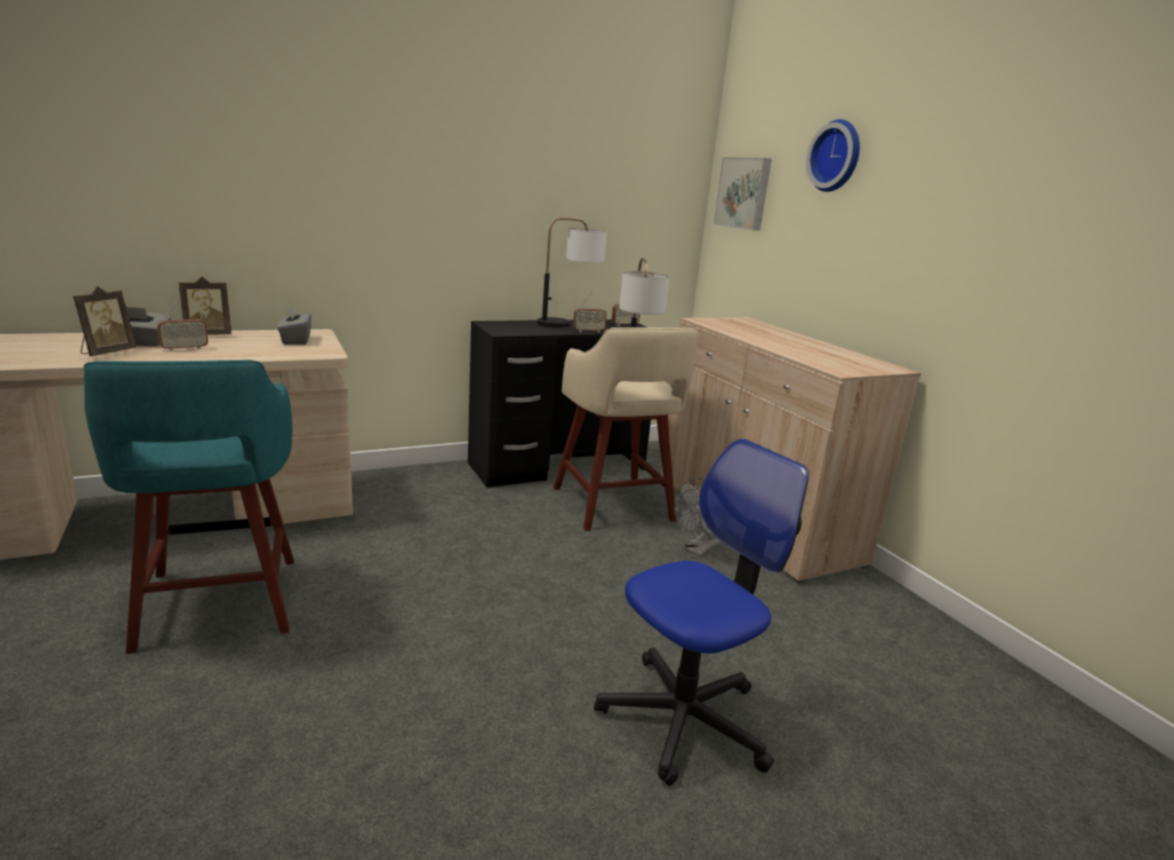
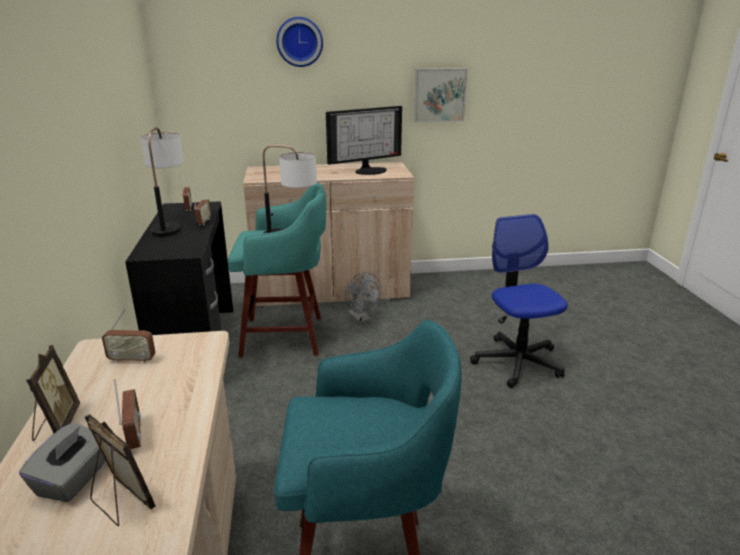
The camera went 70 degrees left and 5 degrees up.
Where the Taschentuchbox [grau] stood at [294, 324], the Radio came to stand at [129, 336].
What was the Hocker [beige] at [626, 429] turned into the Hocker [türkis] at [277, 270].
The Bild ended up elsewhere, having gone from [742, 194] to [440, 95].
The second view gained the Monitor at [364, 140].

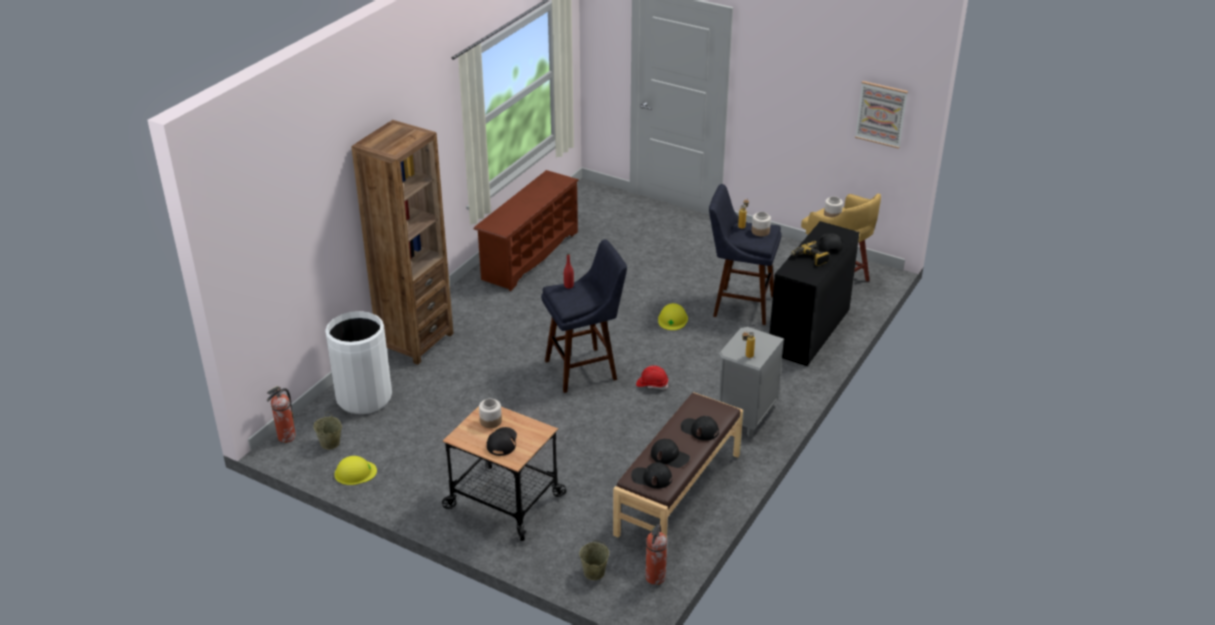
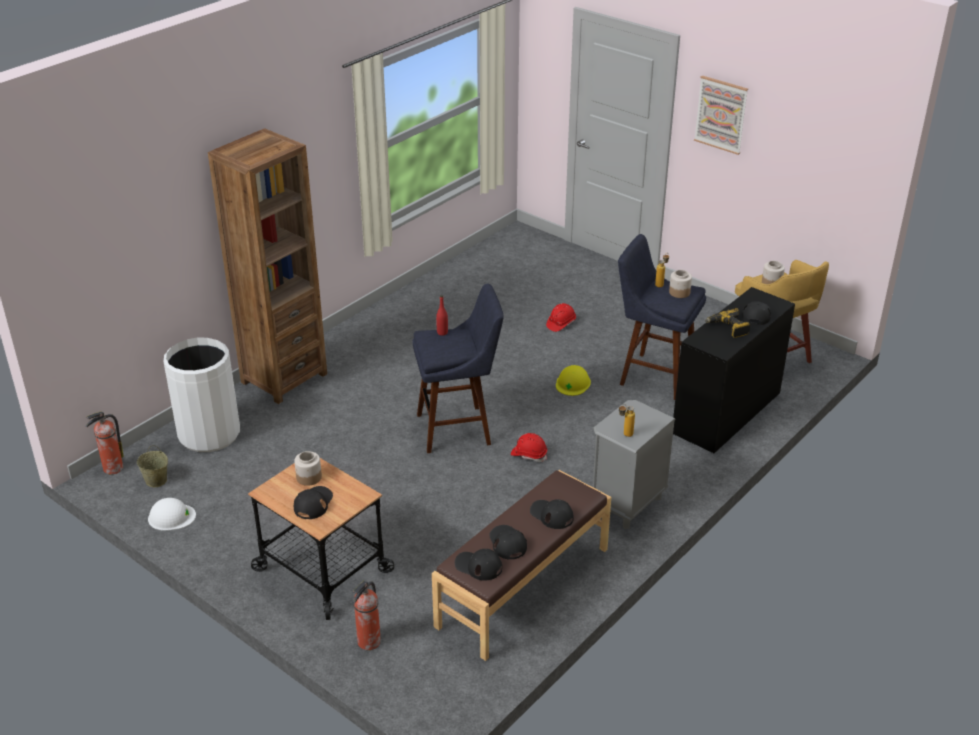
The camera went 10 degrees right and 0 degrees up.
What was the Schutzhelm [gelb] at [355, 470] turned into the Schutzhelm [weiß] at [172, 514].
The second view lost the Schuhregal [braun] at [526, 230].
The second view lost the Eimer [beige] at [594, 560].
The Feuerlöscher ended up elsewhere, having gone from [656, 554] to [367, 615].
The Kappe [schwarz] at [670, 453] ended up facing another way, 150 degrees counterclockwise from before.
The Bild ended up elsewhere, having gone from [881, 115] to [721, 115].
The second view gained the Schutzhelm [rot] at [561, 317].

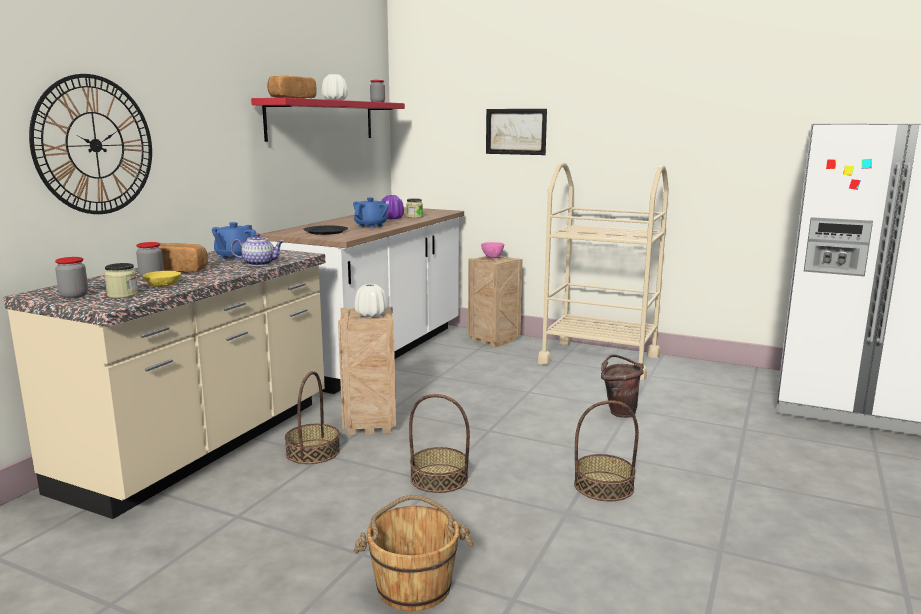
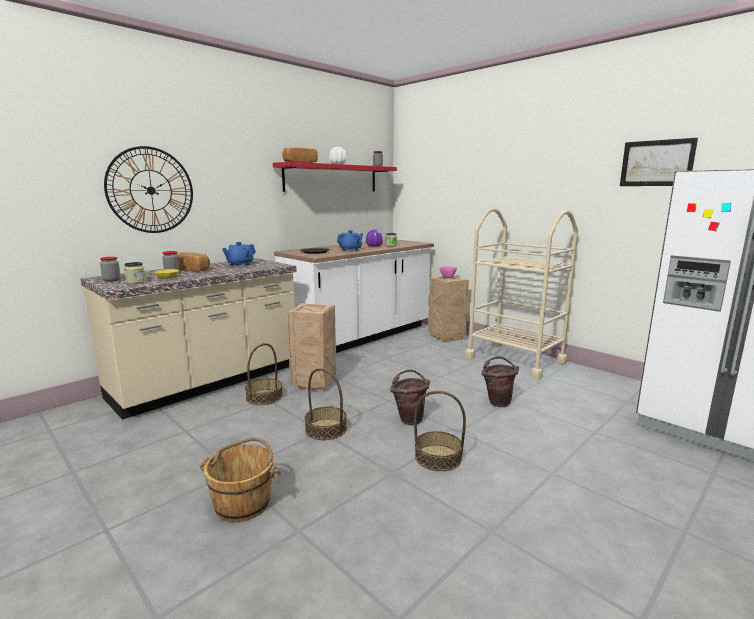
The camera went 20 degrees right and 0 degrees up.
The second view lost the Teekanne at [257, 249].
The second view lost the Vase [weiß] at [371, 300].
The Bild ended up elsewhere, having gone from [516, 132] to [659, 162].
The second view gained the Eimer [braun] at [410, 397].

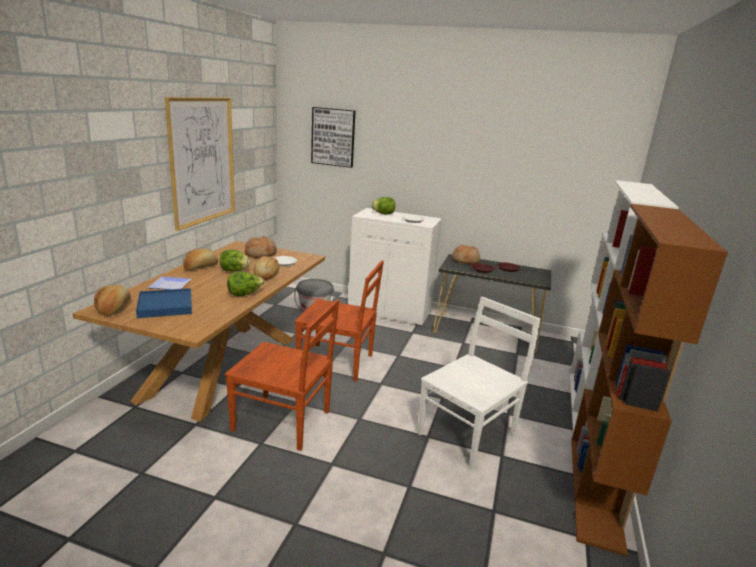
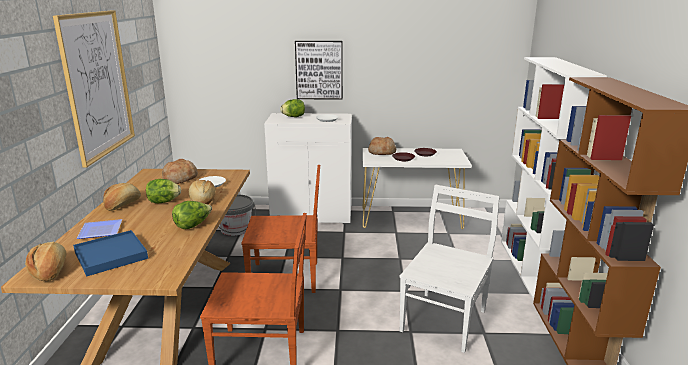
The camera went 15 degrees left and 0 degrees up.
The Bild ended up elsewhere, having gone from [333, 137] to [319, 70].
What was the Konsolentisch [schwarz] at [492, 303] turned into the Konsolentisch [weiß] at [417, 188].

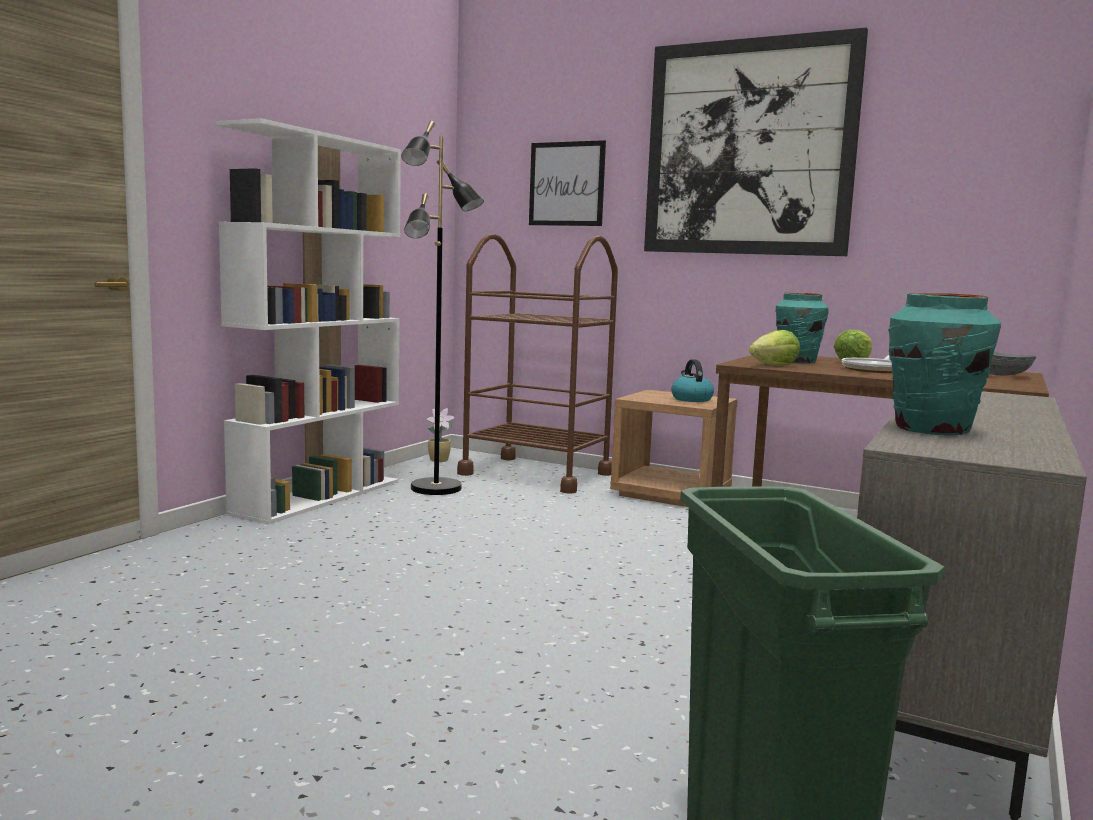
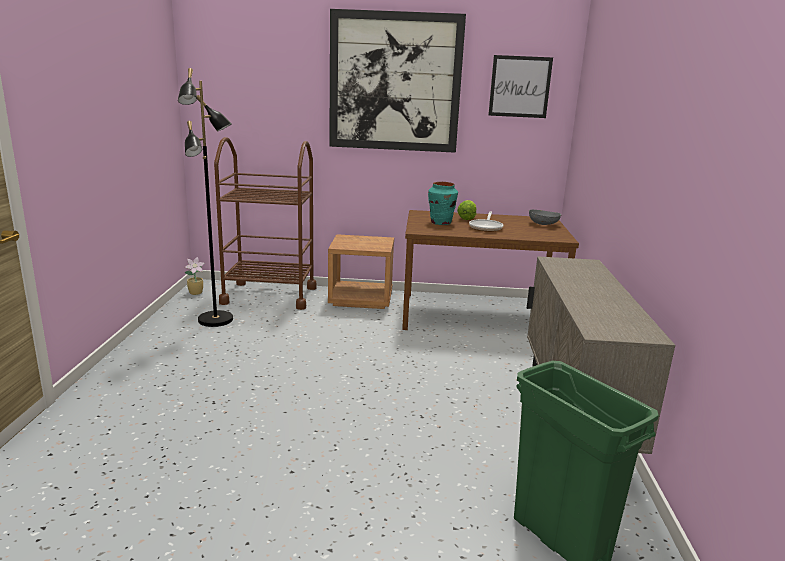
The camera went 25 degrees left and 10 degrees up.
The second view lost the Bücherregal [weiß] at [308, 321].
The Bild ended up elsewhere, having gone from [567, 183] to [520, 86].
The second view lost the Wasserkessel at [692, 380].
The second view lost the Salatkopf at [774, 348].
The second view lost the Vase [türkis] at [944, 364].

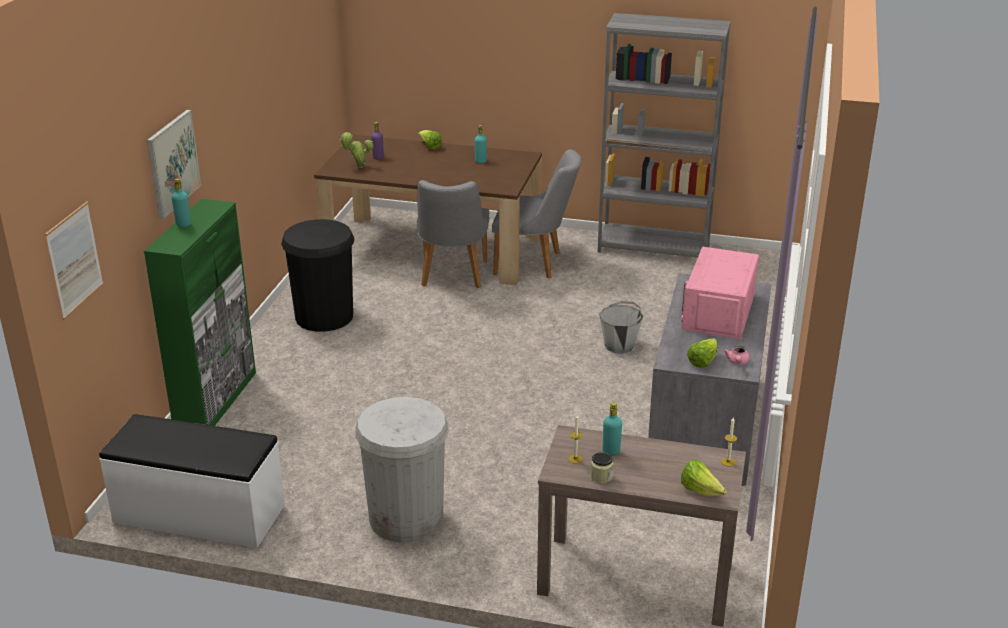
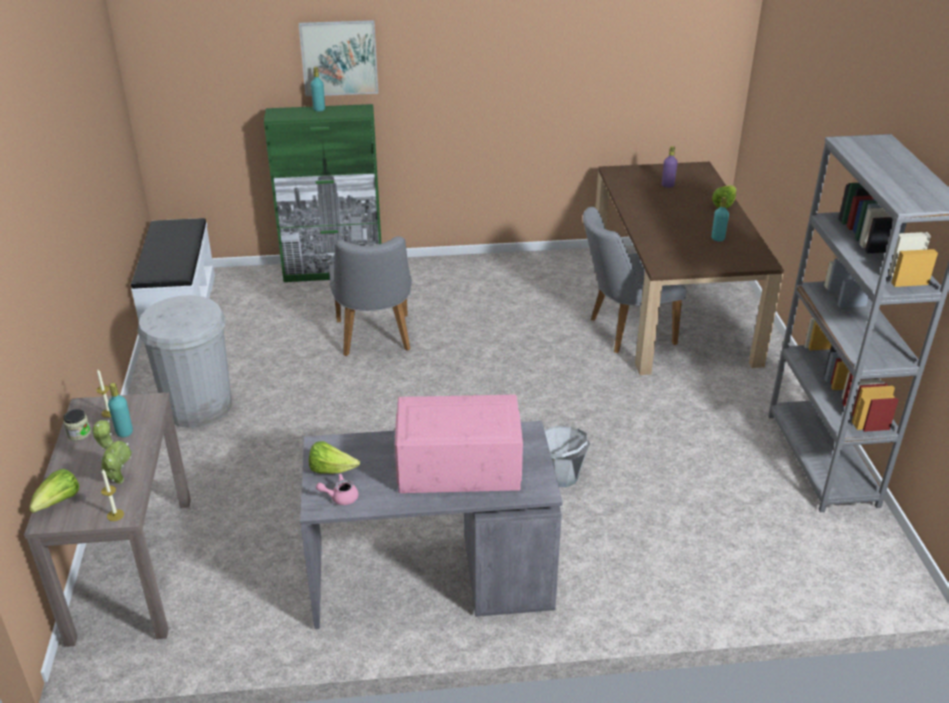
The camera went 70 degrees right and 5 degrees up.
The second view lost the Bild at [74, 260].
The second view lost the Mülleimer [schwarz] at [317, 275].
The Topfpflanze ended up elsewhere, having gone from [356, 150] to [112, 452].
The Stuhl [grau] ended up elsewhere, having gone from [536, 214] to [370, 296].

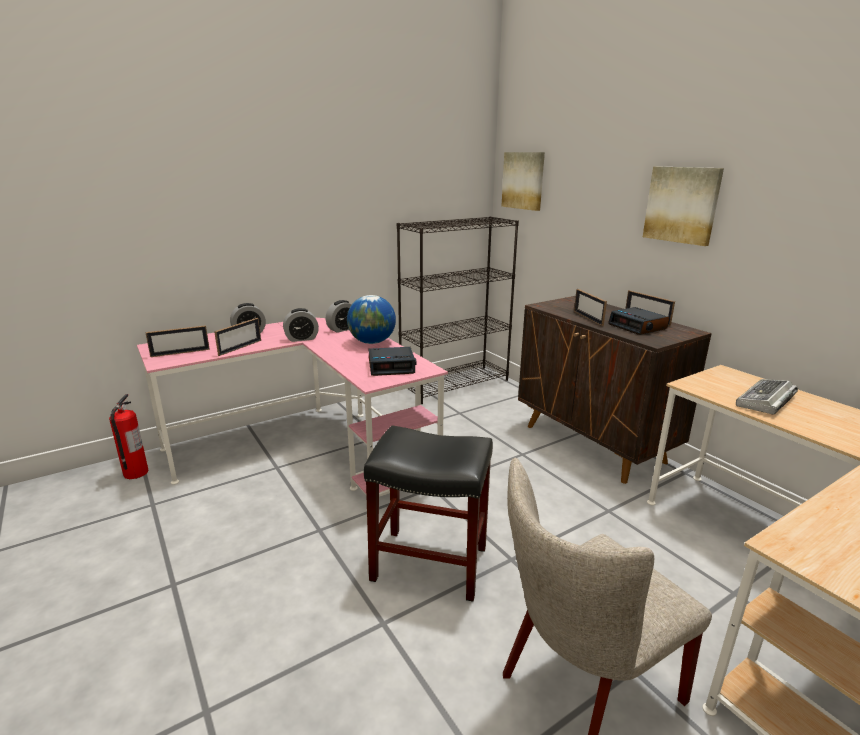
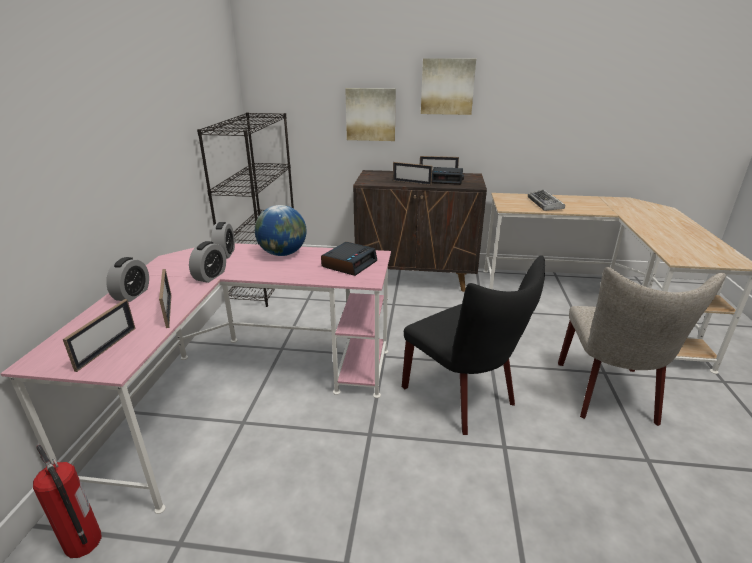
The camera went 50 degrees left and 5 degrees up.
Where the Hocker [schwarz] stood at [428, 514], the Stuhl [schwarz] came to stand at [473, 345].
The Bild ended up elsewhere, having gone from [523, 181] to [370, 114].

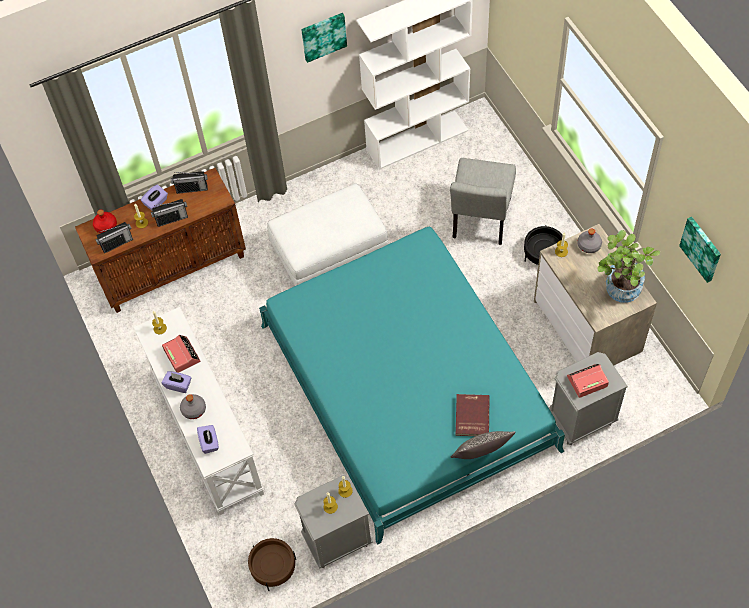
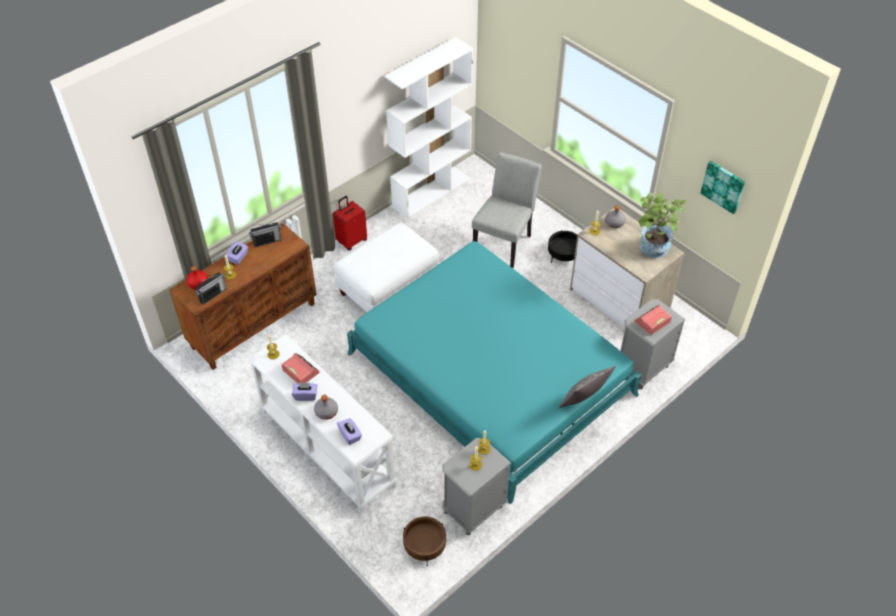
The camera went 20 degrees left and 10 degrees down.
The second view lost the Radio at [169, 213].
The second view lost the Bild at [324, 38].
The Stuhl [grau] at [483, 201] ended up facing another way, 150 degrees counterclockwise from before.
The second view lost the Buch [rot] at [473, 415].
The second view gained the Koffer [rot] at [350, 223].

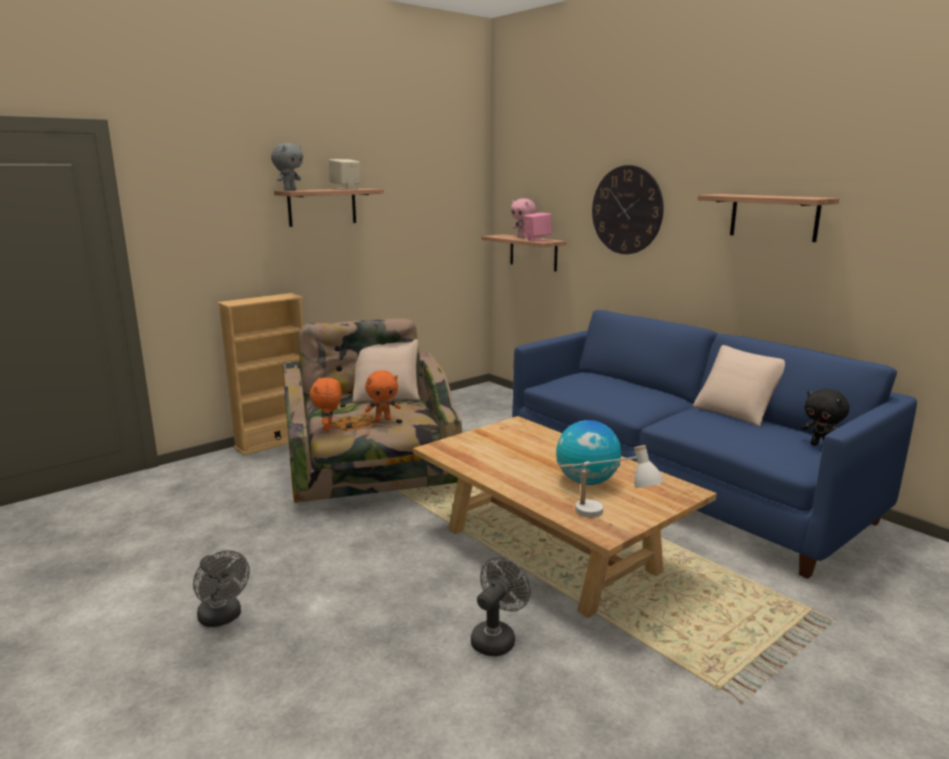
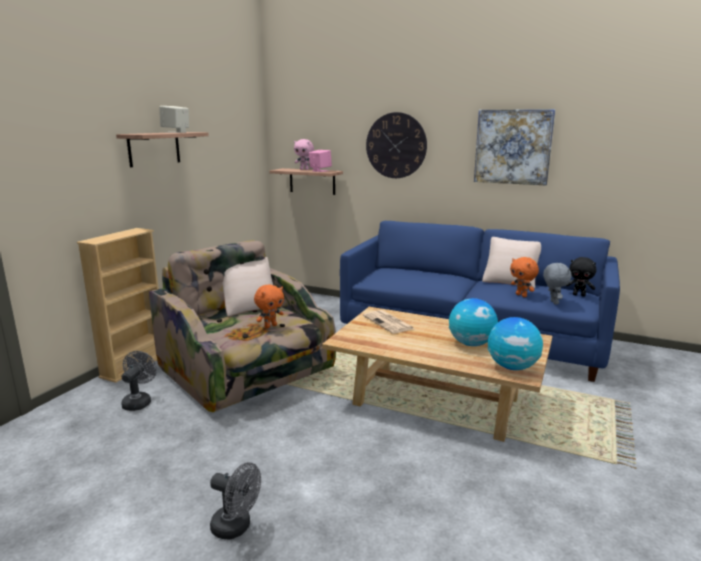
The camera went 25 degrees left and 0 degrees up.
The Plüschtier [grau] ended up elsewhere, having gone from [287, 167] to [557, 284].
The Plüschtier [orange] ended up elsewhere, having gone from [326, 404] to [524, 277].
The Ventilator [grau] ended up elsewhere, having gone from [501, 606] to [139, 381].
Where the Tischlampe [weiß] stood at [612, 481], the Globus came to stand at [515, 343].
Where the Wandregal hung at [769, 218], the Bild came to hang at [514, 147].
The second view gained the Zeitung at [389, 322].

